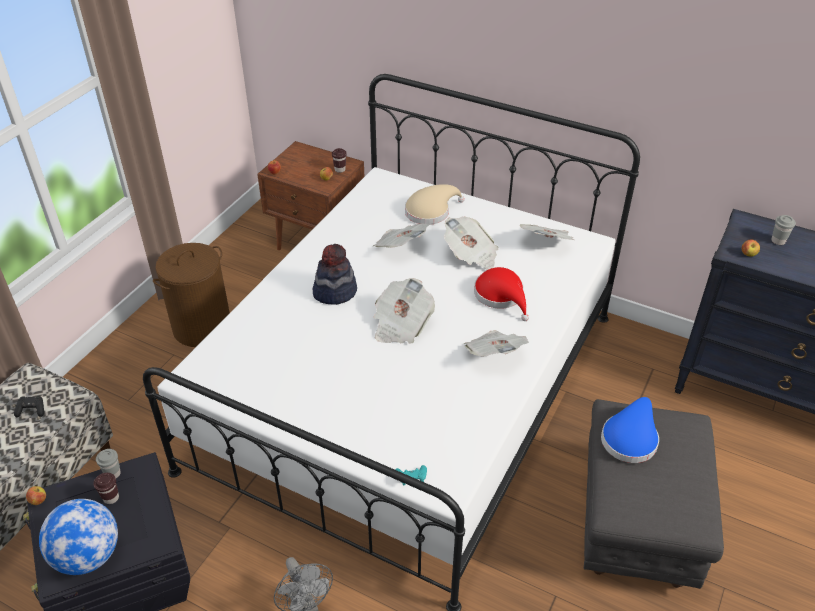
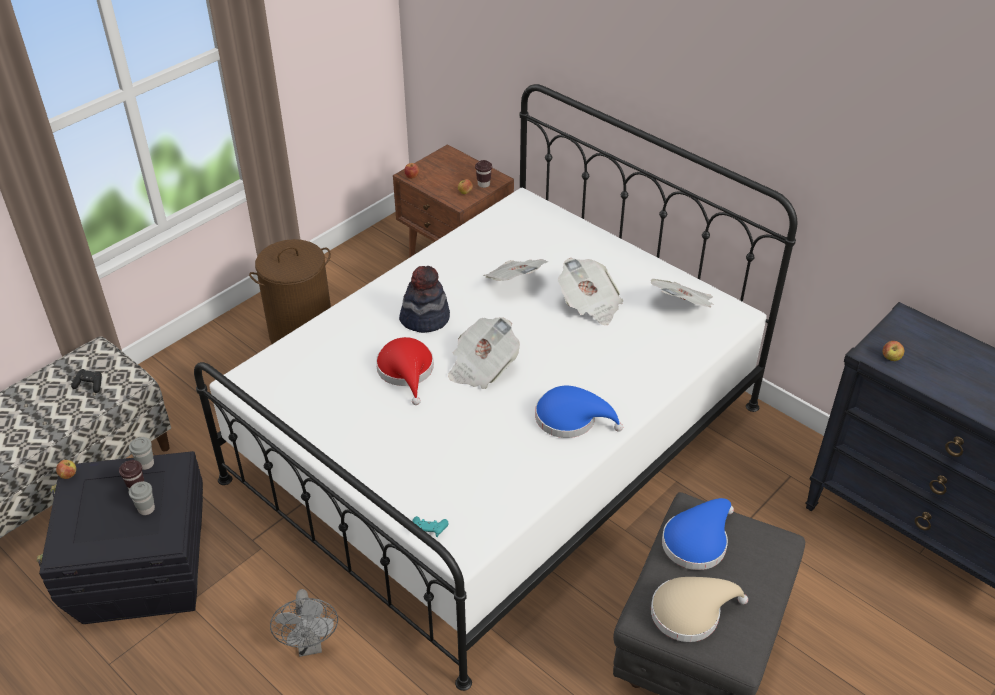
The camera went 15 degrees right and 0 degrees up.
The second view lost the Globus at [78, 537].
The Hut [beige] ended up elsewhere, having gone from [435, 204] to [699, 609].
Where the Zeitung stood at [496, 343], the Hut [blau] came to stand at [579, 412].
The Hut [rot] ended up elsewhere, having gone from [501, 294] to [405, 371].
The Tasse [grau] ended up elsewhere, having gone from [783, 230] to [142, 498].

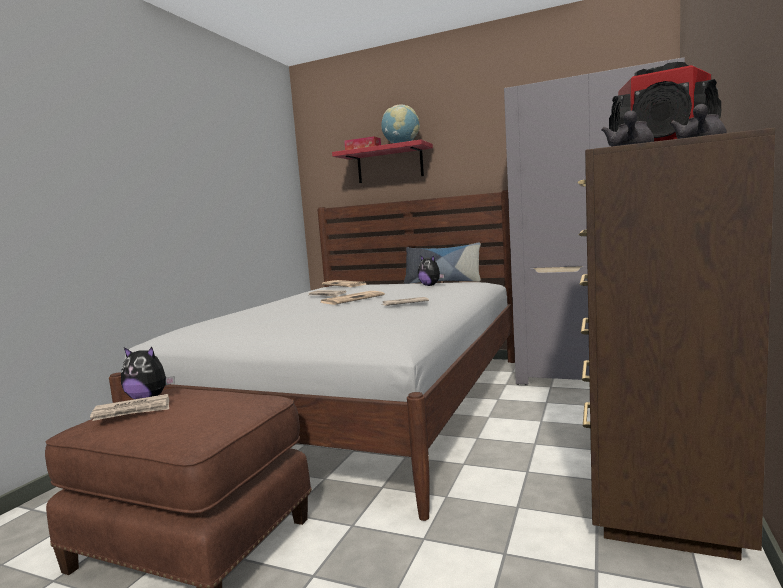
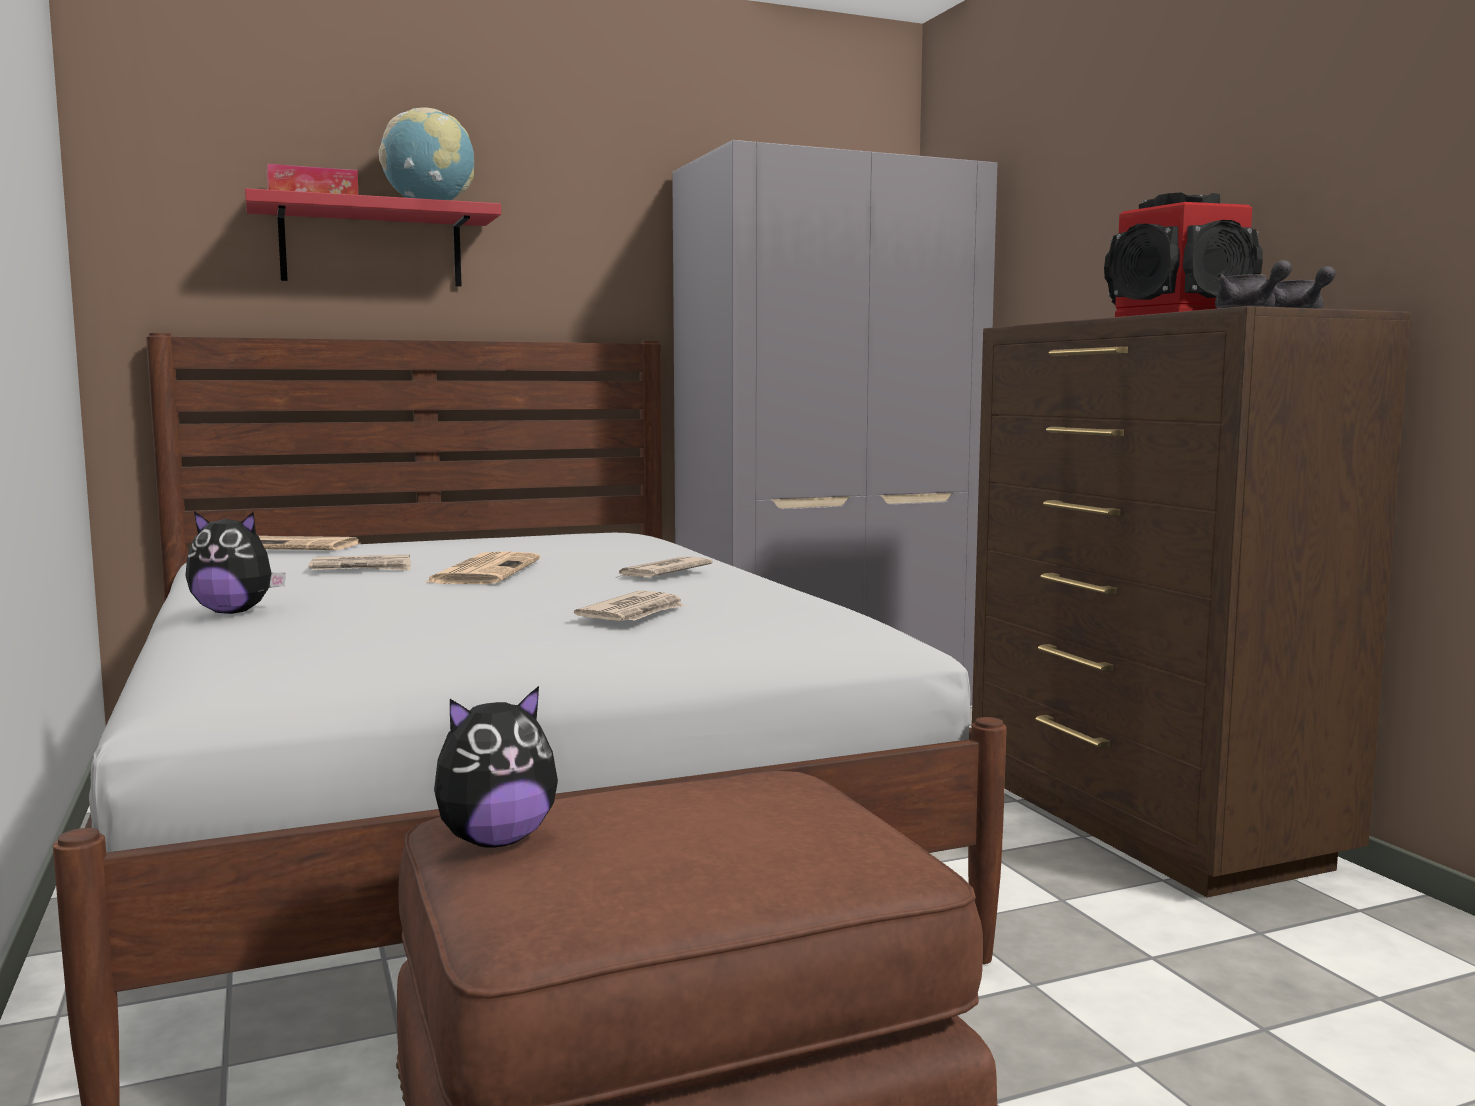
The camera went 45 degrees left and 0 degrees up.
The Zeitung ended up elsewhere, having gone from [129, 407] to [629, 606].
The second view lost the Kissen at [442, 263].
The Plüschtier ended up elsewhere, having gone from [431, 270] to [235, 562].

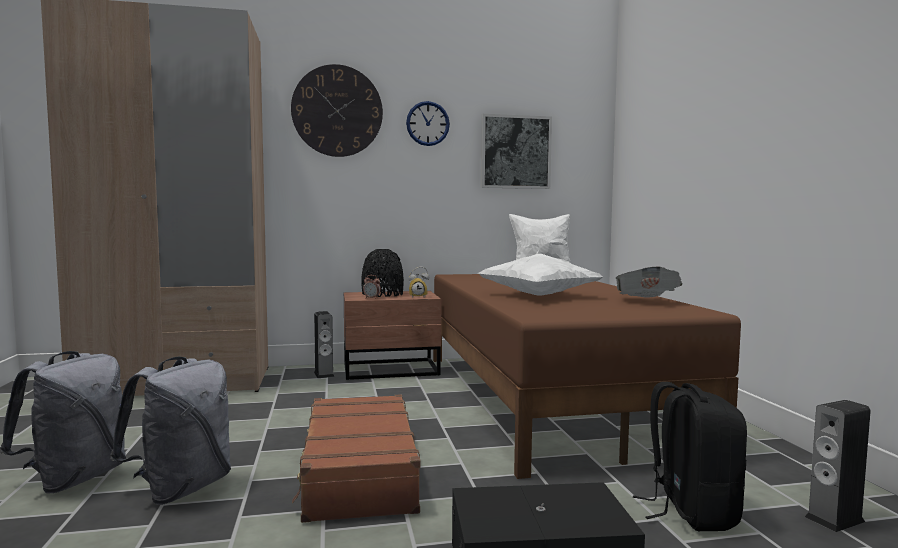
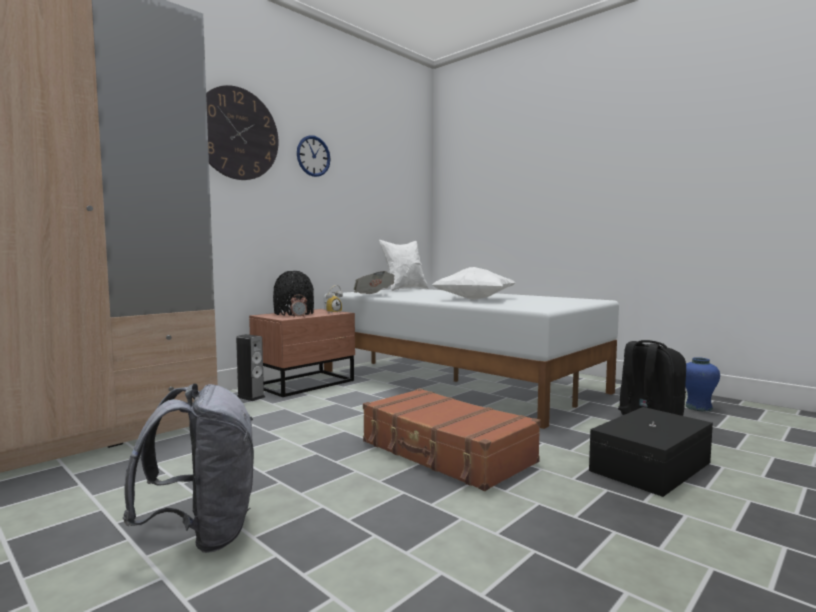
The camera went 35 degrees left and 0 degrees up.
The second view lost the Rucksack [grau] at [170, 431].
What was the Bett [braun] at [587, 376] turned into the Bett [weiß] at [471, 358].
The second view lost the Bild at [516, 151].
The Zeitung ended up elsewhere, having gone from [649, 282] to [374, 282].
Where the Lautsprecher stood at [838, 466], the Vase [blau] came to stand at [702, 384].

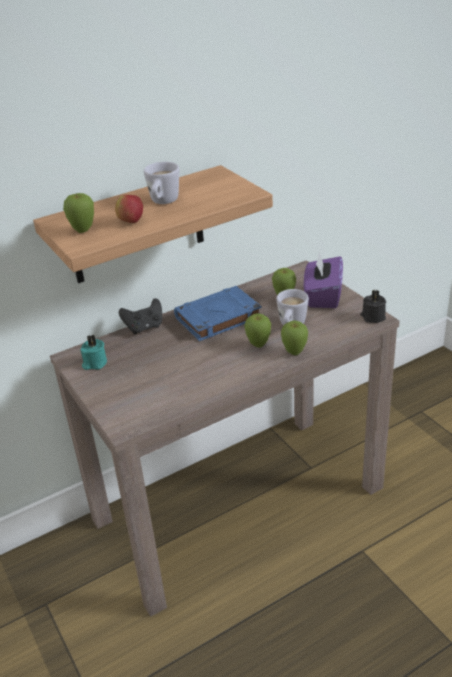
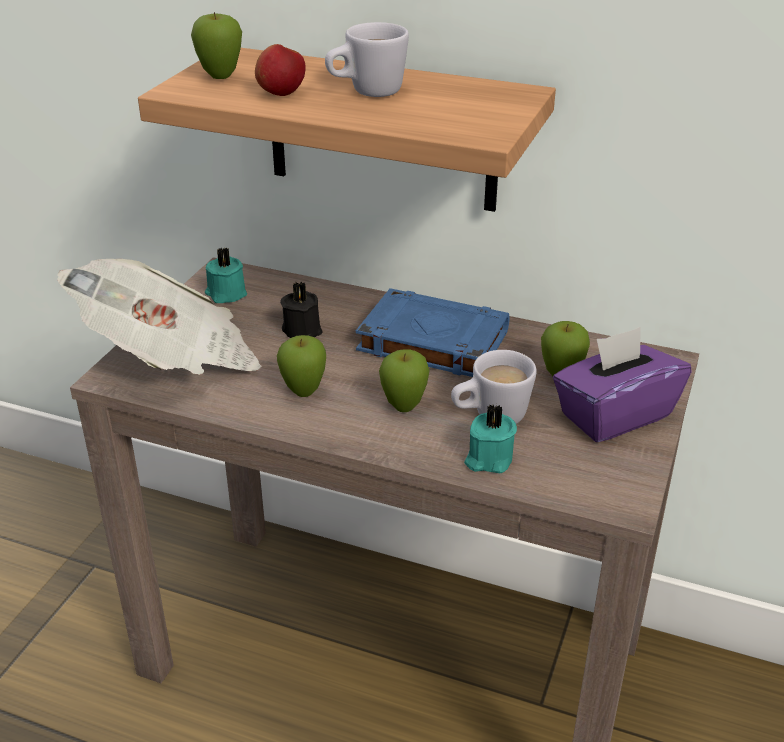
The camera went 50 degrees right and 0 degrees up.
The second view lost the Gamepad [schwarz] at [140, 316].
The Apfel ended up elsewhere, having gone from [294, 338] to [301, 366].
The Kerze [schwarz] ended up elsewhere, having gone from [373, 306] to [301, 310].
The second view gained the Zeitung at [159, 317].
The second view gained the Kerze [türkis] at [490, 438].

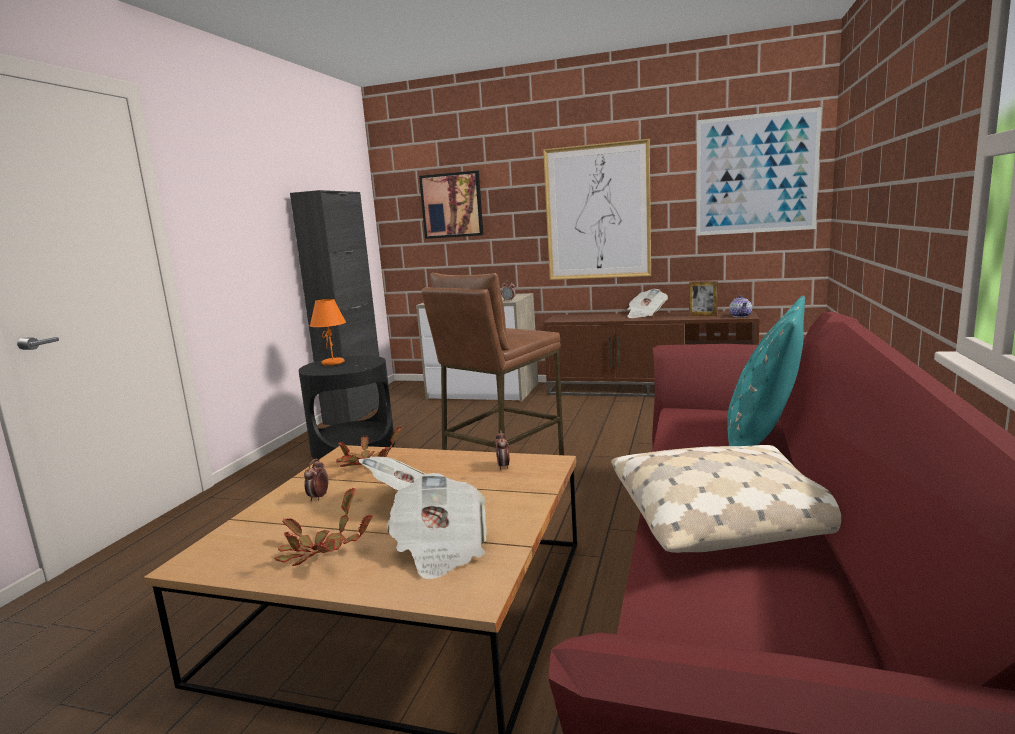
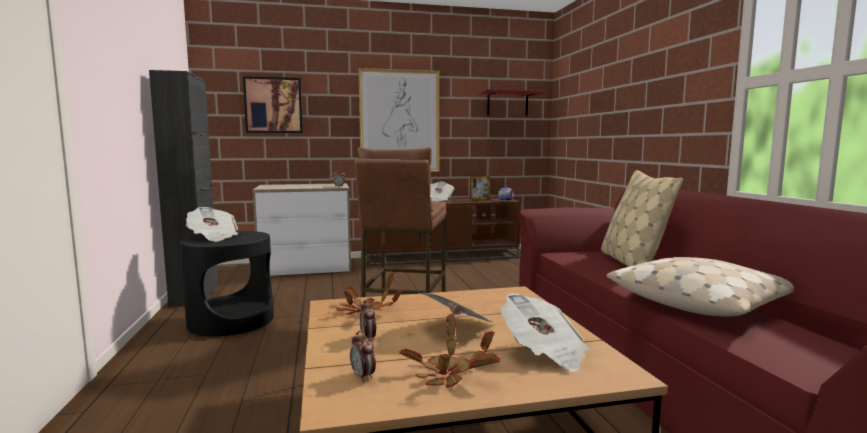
The camera went 30 degrees left and 5 degrees down.
Where the Tischlampe [orange] stood at [328, 332], the Zeitung came to stand at [212, 224].
The Wecker ended up elsewhere, having gone from [503, 450] to [363, 356].
Where the Bild hung at [759, 171], the Wandregal [rot] came to hang at [512, 102].
What was the Kissen [türkis] at [766, 371] turned into the Kissen [beige] at [642, 218].

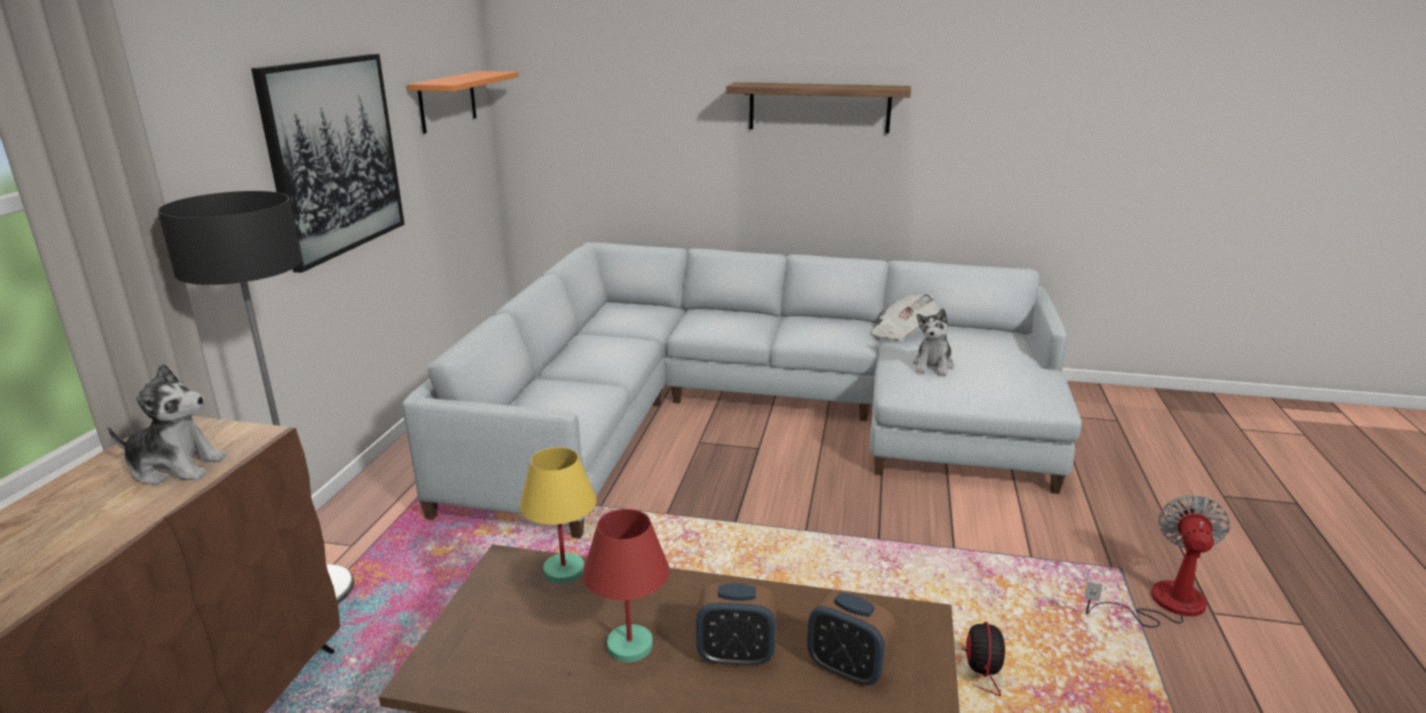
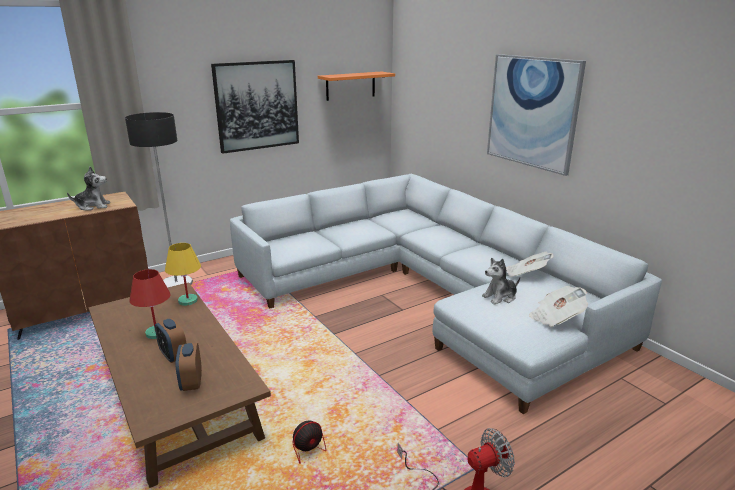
The camera went 45 degrees right and 0 degrees up.
The Plüschtier at [167, 424] ended up facing another way, 60 degrees counterclockwise from before.
Where the Wandregal hung at [818, 107], the Bild came to hang at [536, 115].
The second view gained the Zeitung at [558, 306].

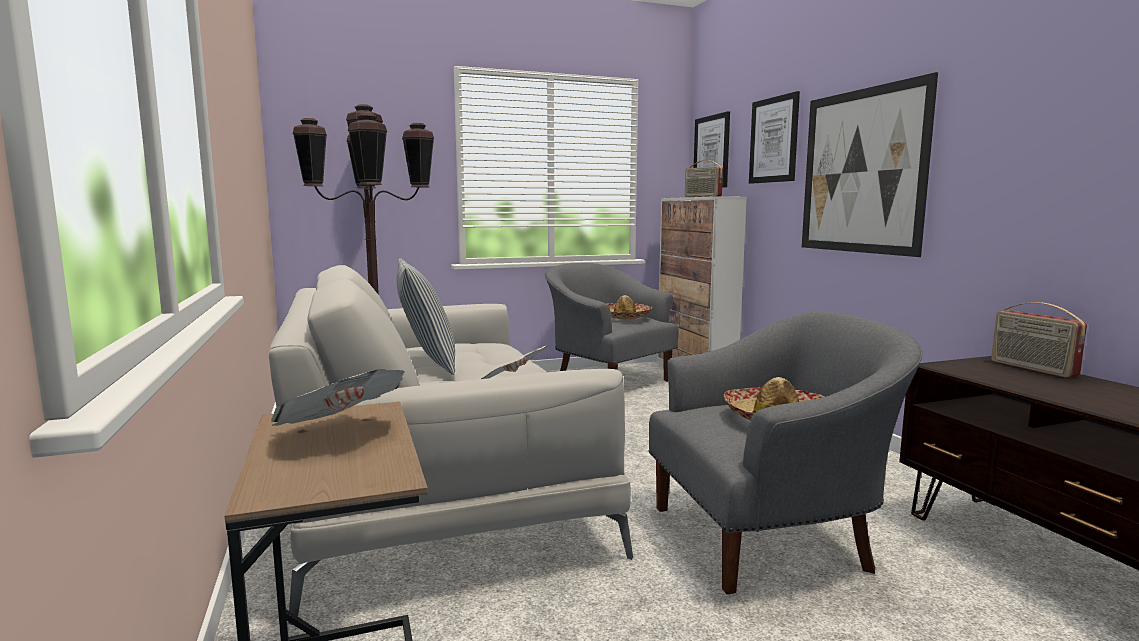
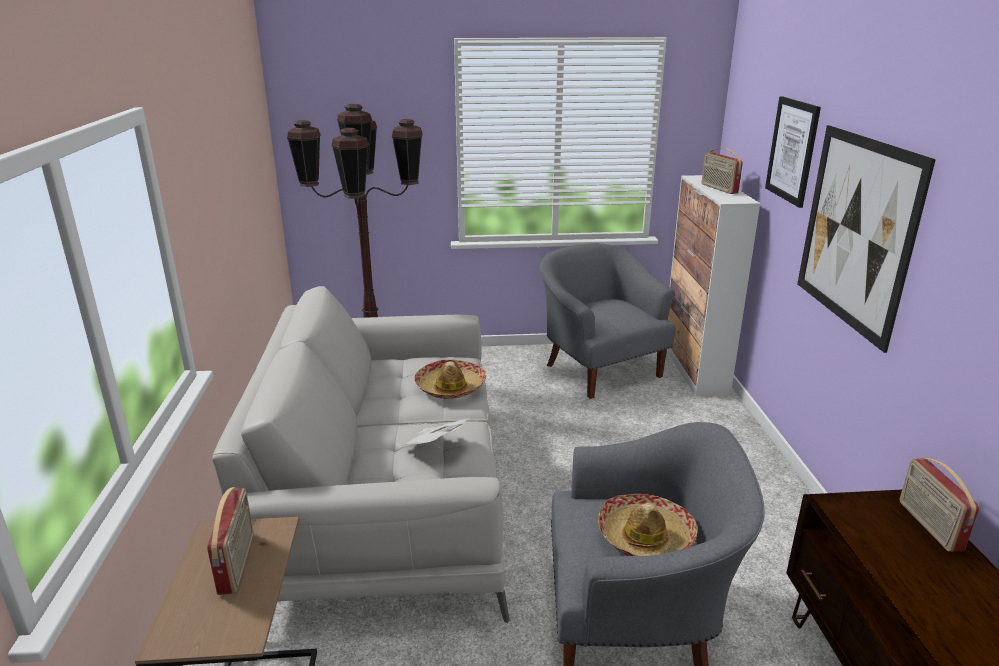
The camera went 15 degrees right and 15 degrees up.
Where the Zeitung stood at [338, 397], the Radio came to stand at [230, 541].
The second view lost the Kissen at [426, 316].
The Hut ended up elsewhere, having gone from [629, 307] to [450, 379].
The second view lost the Bild at [712, 149].

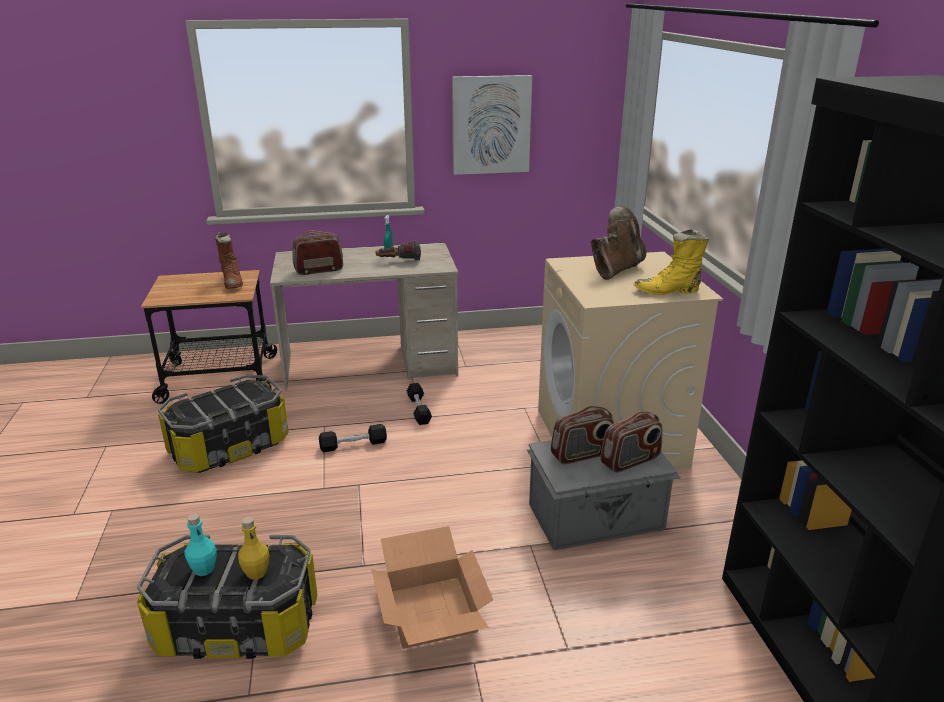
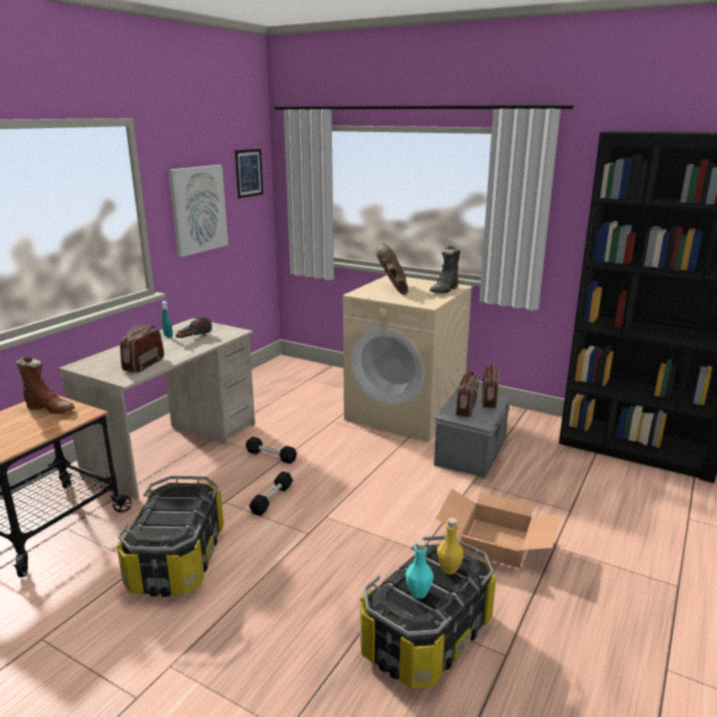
The camera went 50 degrees left and 5 degrees down.
What was the Stiefel [gelb] at [671, 261] turned into the Stiefel [schwarz] at [445, 269].
The second view gained the Bild at [249, 173].

